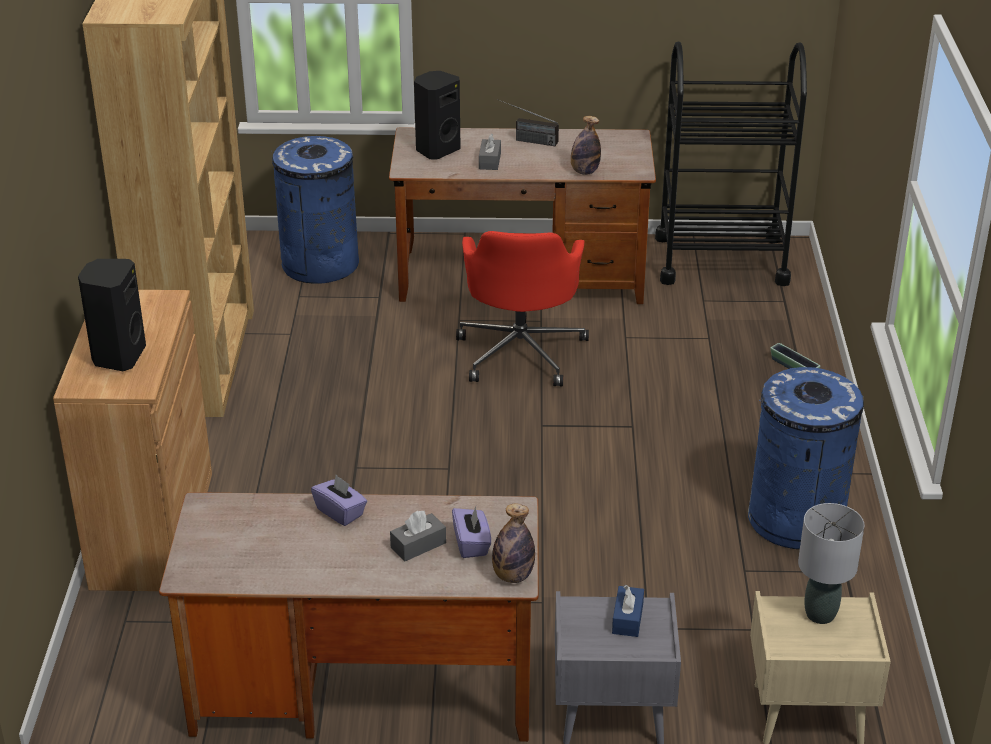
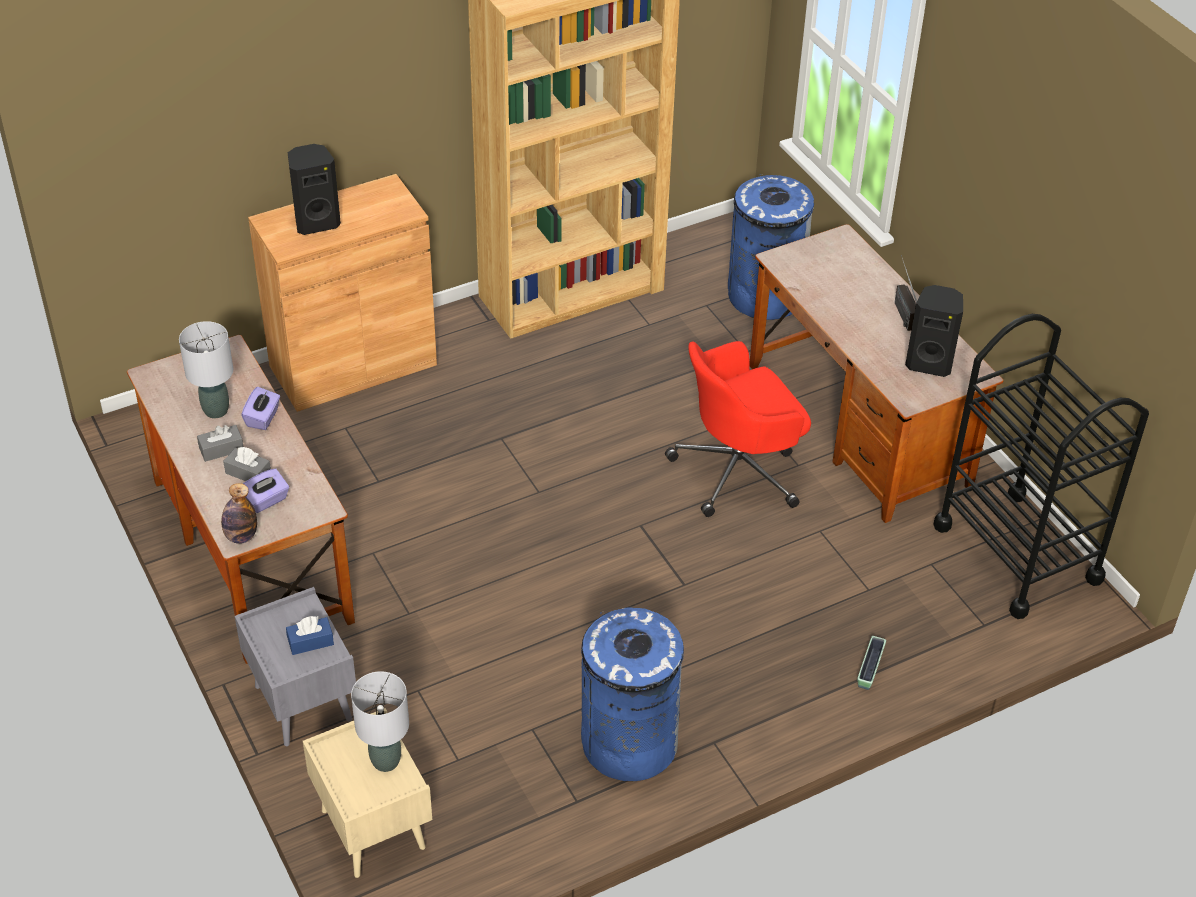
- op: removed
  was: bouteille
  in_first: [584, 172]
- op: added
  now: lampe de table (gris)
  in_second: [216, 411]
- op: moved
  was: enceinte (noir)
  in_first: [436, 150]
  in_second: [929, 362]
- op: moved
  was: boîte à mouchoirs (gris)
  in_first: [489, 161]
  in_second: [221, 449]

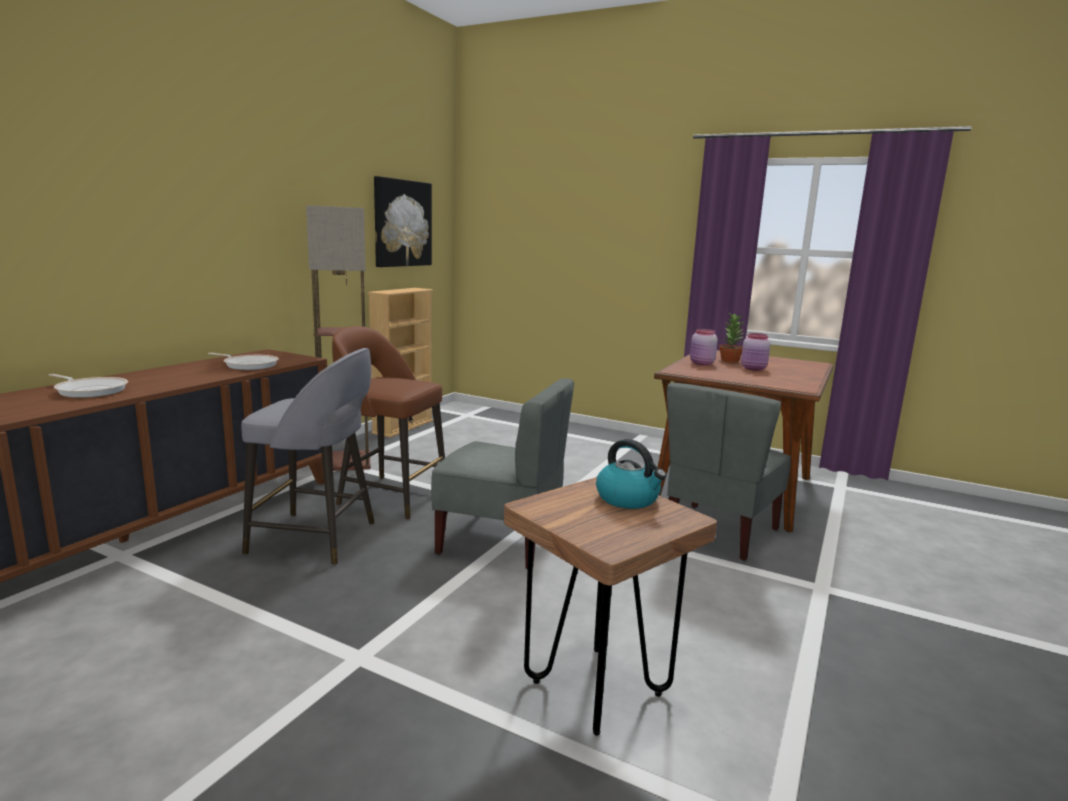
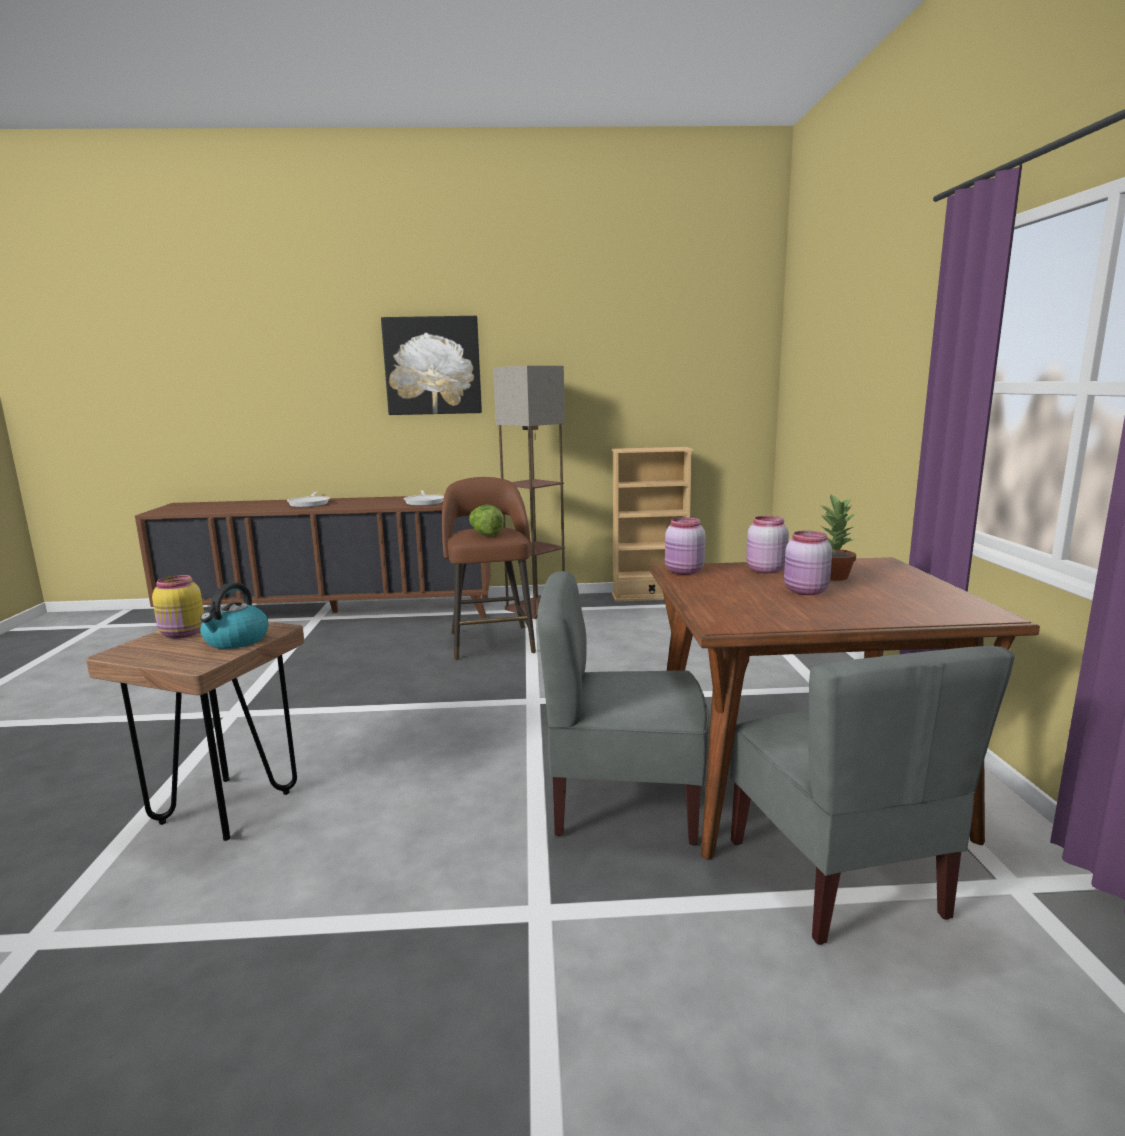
- op: removed
  was: tabouret (gris)
  in_first: [316, 538]
- op: added
  now: bocal (jaune)
  in_second: [183, 634]
- op: added
  now: laitue
  in_second: [485, 535]
- op: added
  now: bocal (rose)
  in_second: [684, 572]
- op: moved
  was: tableau
  in_first: [402, 223]
  in_second: [432, 366]
- op: moved
  was: chaise (gris)
  in_first: [500, 542]
  in_second: [837, 878]

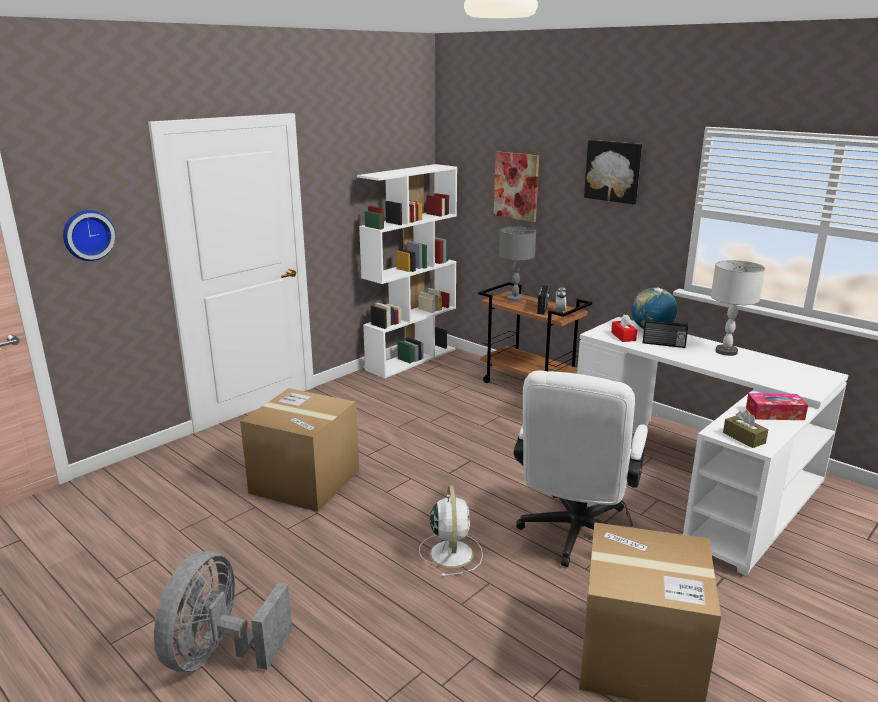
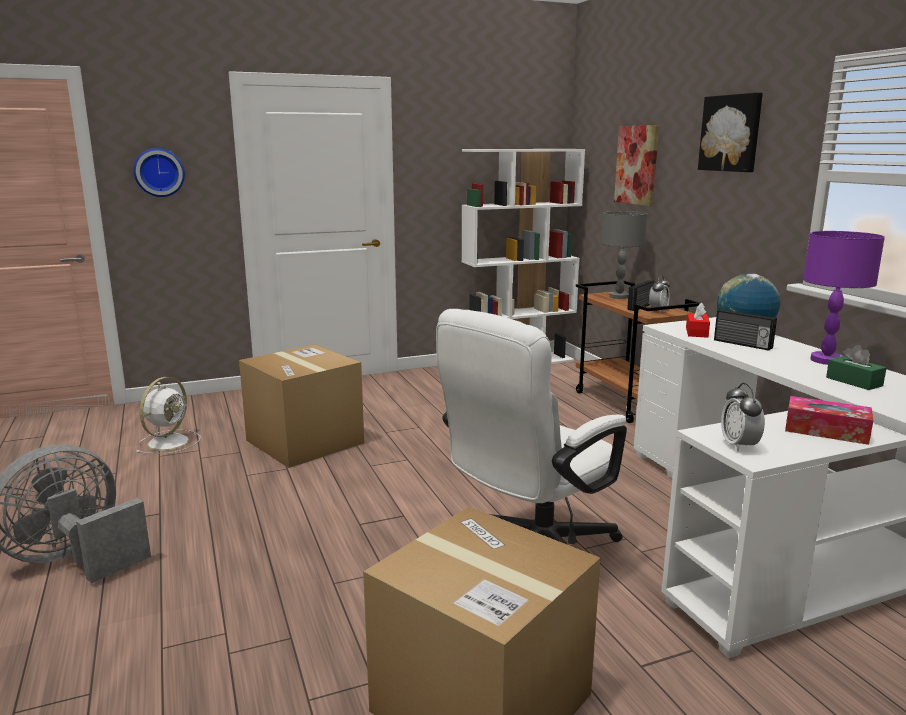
- op: added
  now: boîte à mouchoirs (vert)
  in_second: [854, 382]
- op: moved
  was: ventilateur (blanc)
  in_first: [451, 552]
  in_second: [169, 442]
- op: replaced
  was: boîte à mouchoirs (marron)
  now: réveil
  in_first: [744, 438]
  in_second: [739, 445]
- op: recoloured
  was: lampe de table (gris)
  now: lampe de table (violet)
  in_first: [726, 352]
  in_second: [826, 360]

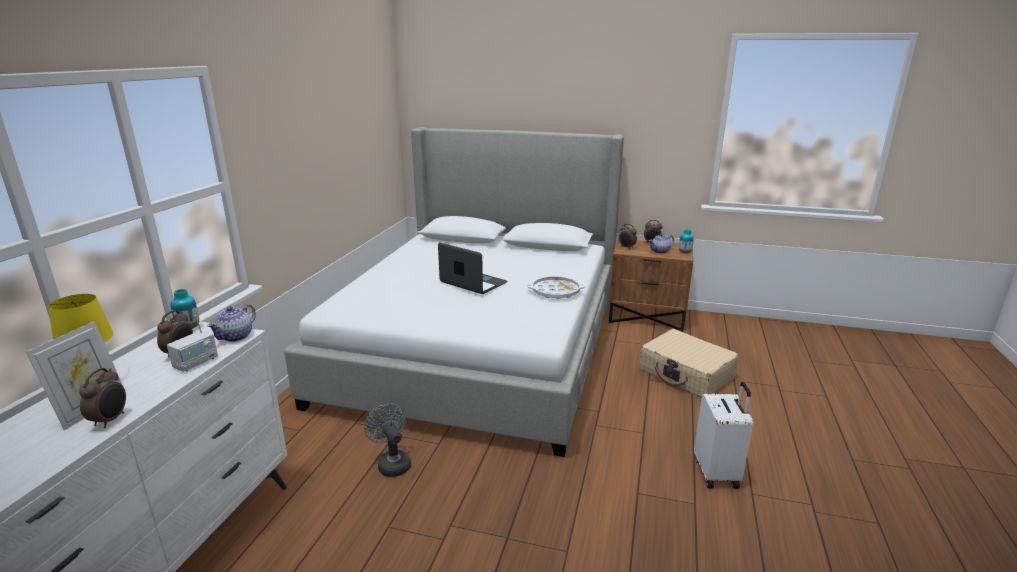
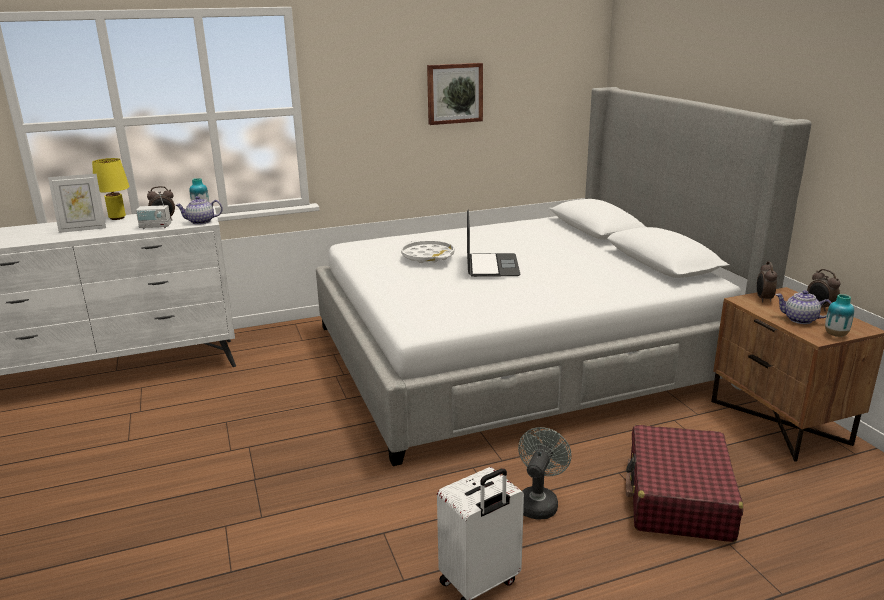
- op: removed
  was: réveil
  in_first: [111, 420]
- op: added
  now: tableau
  in_second: [454, 93]
- op: moved
  was: ventilateur (gris)
  in_first: [392, 463]
  in_second: [538, 502]
- op: moved
  was: plateau (blanc)
  in_first: [555, 292]
  in_second: [428, 256]
- op: recoloured
  was: valise (beige)
  now: valise (rouge)
  in_first: [686, 374]
  in_second: [678, 497]

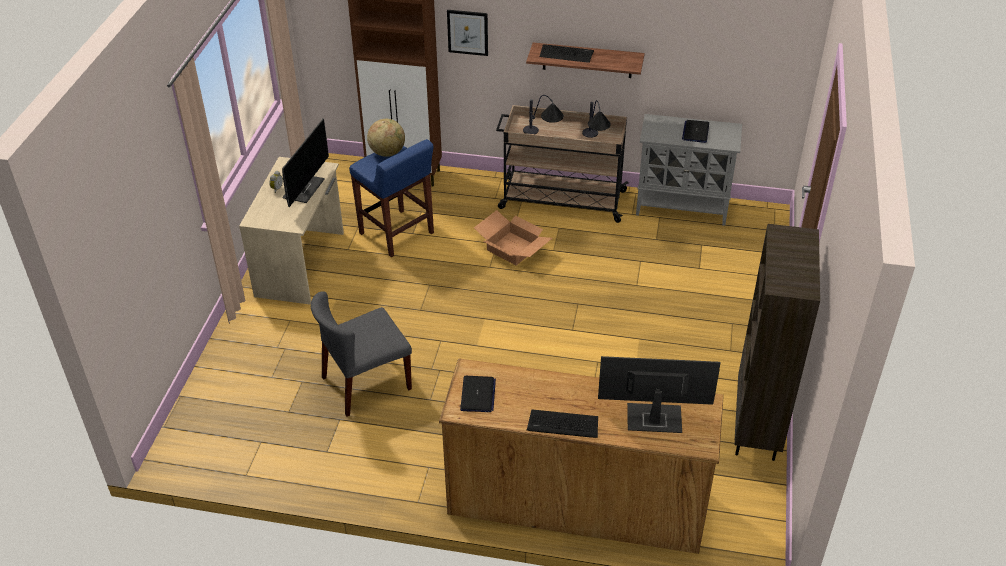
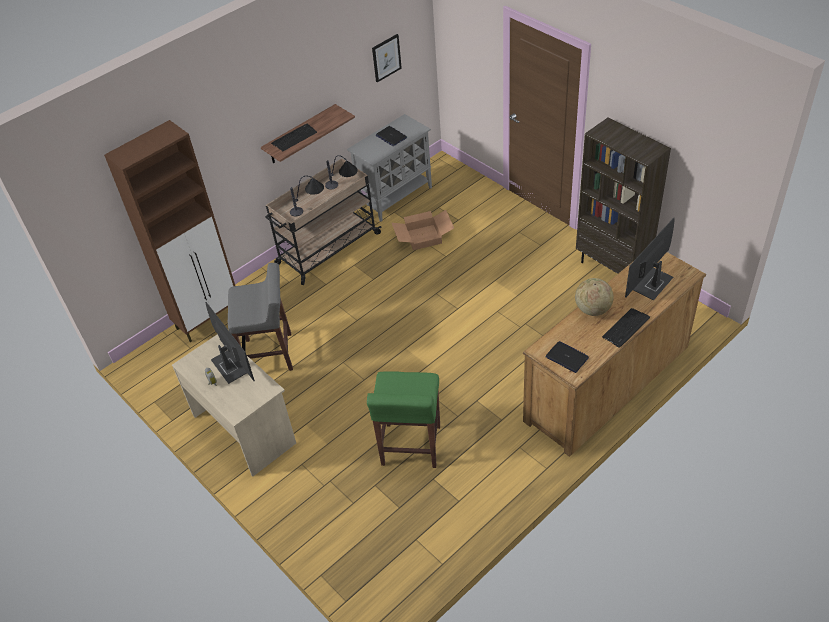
- op: moved
  was: globe
  in_first: [387, 152]
  in_second: [592, 309]
- op: moved
  was: tableau
  in_first: [468, 32]
  in_second: [386, 58]
- op: moved
  was: carton
  in_first: [513, 248]
  in_second: [424, 237]
- op: replaced
  was: chaise (gris)
  now: tabouret (vert)
  in_first: [366, 383]
  in_second: [410, 446]
- op: recoloured
  was: tabouret (bleu)
  now: tabouret (gris)
  in_first: [397, 234]
  in_second: [270, 355]

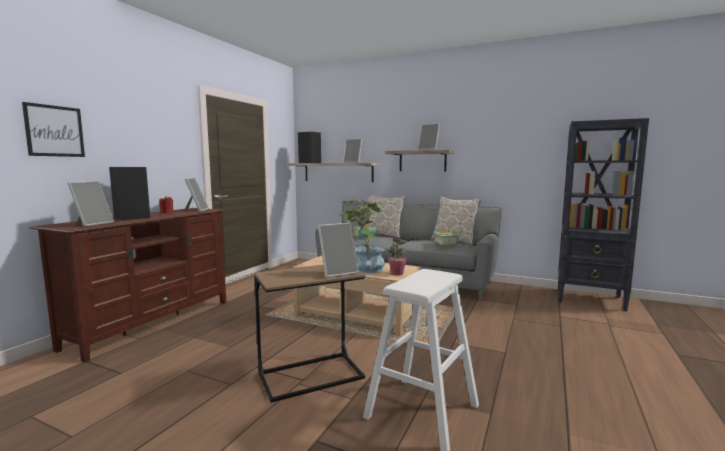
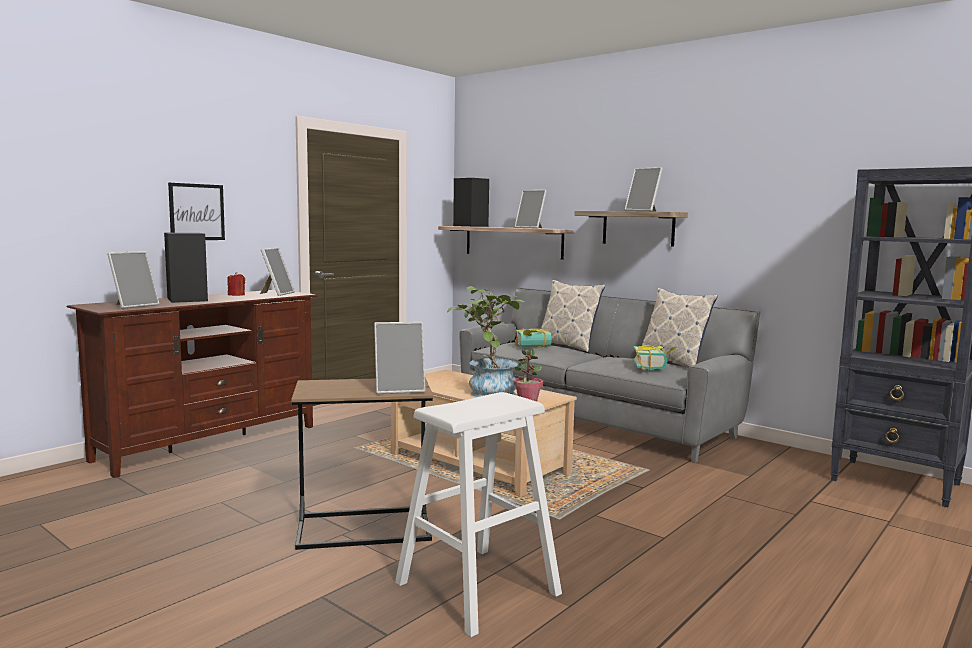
- op: moved
  was: tableau
  in_first: [54, 131]
  in_second: [197, 212]

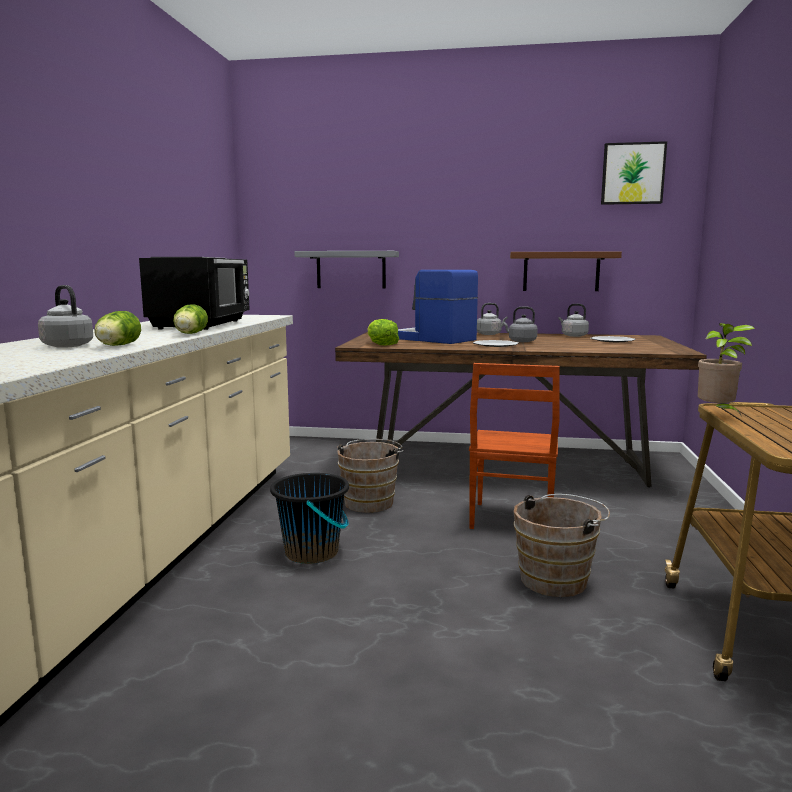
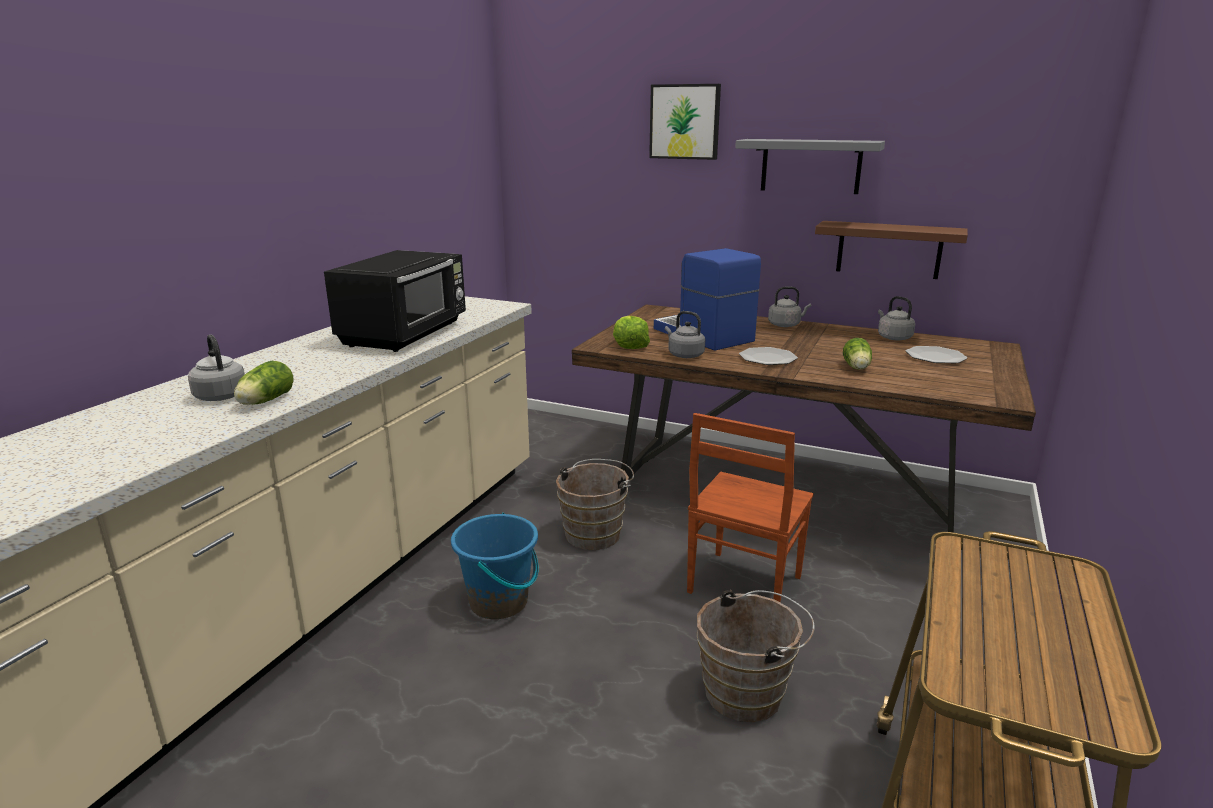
- op: removed
  was: plante en pot
  in_first: [717, 413]
- op: moved
  was: laitue
  in_first: [189, 334]
  in_second: [856, 368]
- op: moved
  was: étagère (gris)
  in_first: [351, 270]
  in_second: [810, 166]
- op: moved
  was: bouilloire (gris)
  in_first: [520, 341]
  in_second: [684, 355]
- op: moved
  was: tableau
  in_first: [632, 174]
  in_second: [685, 122]
- op: recoloured
  was: seau (noir)
  now: seau (bleu)
  in_first: [312, 552]
  in_second: [499, 602]

